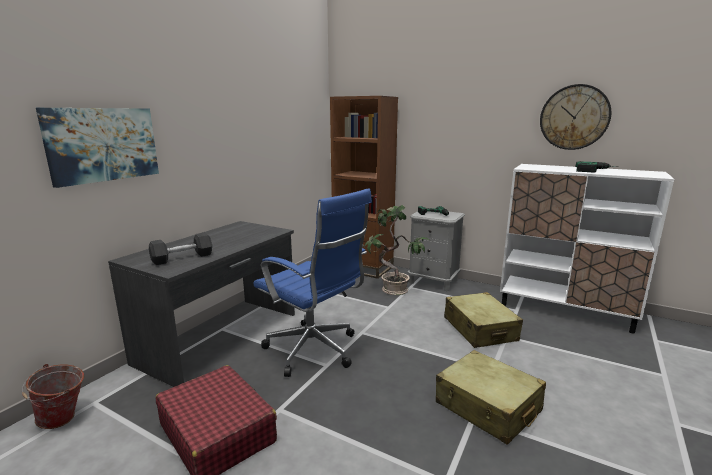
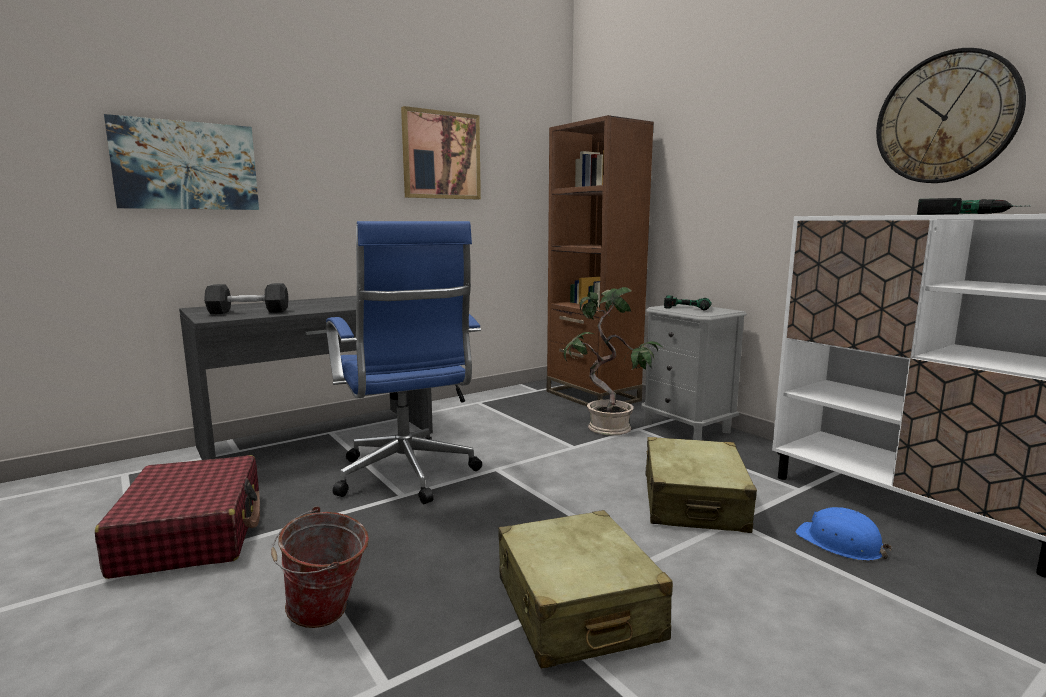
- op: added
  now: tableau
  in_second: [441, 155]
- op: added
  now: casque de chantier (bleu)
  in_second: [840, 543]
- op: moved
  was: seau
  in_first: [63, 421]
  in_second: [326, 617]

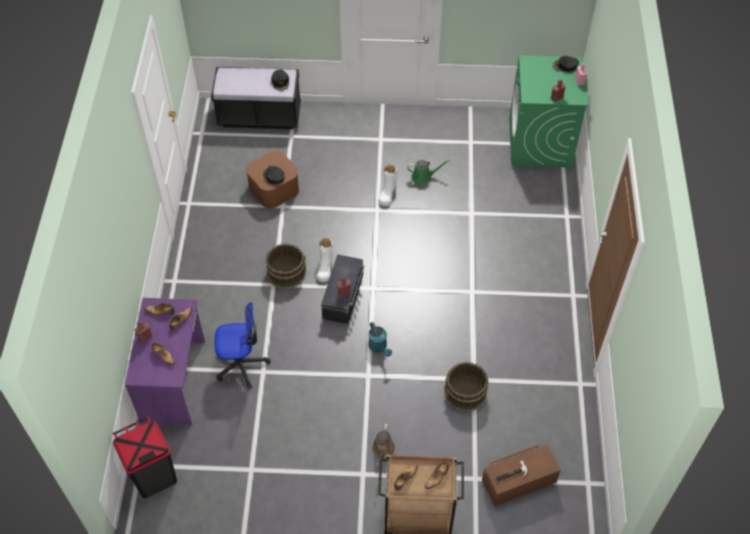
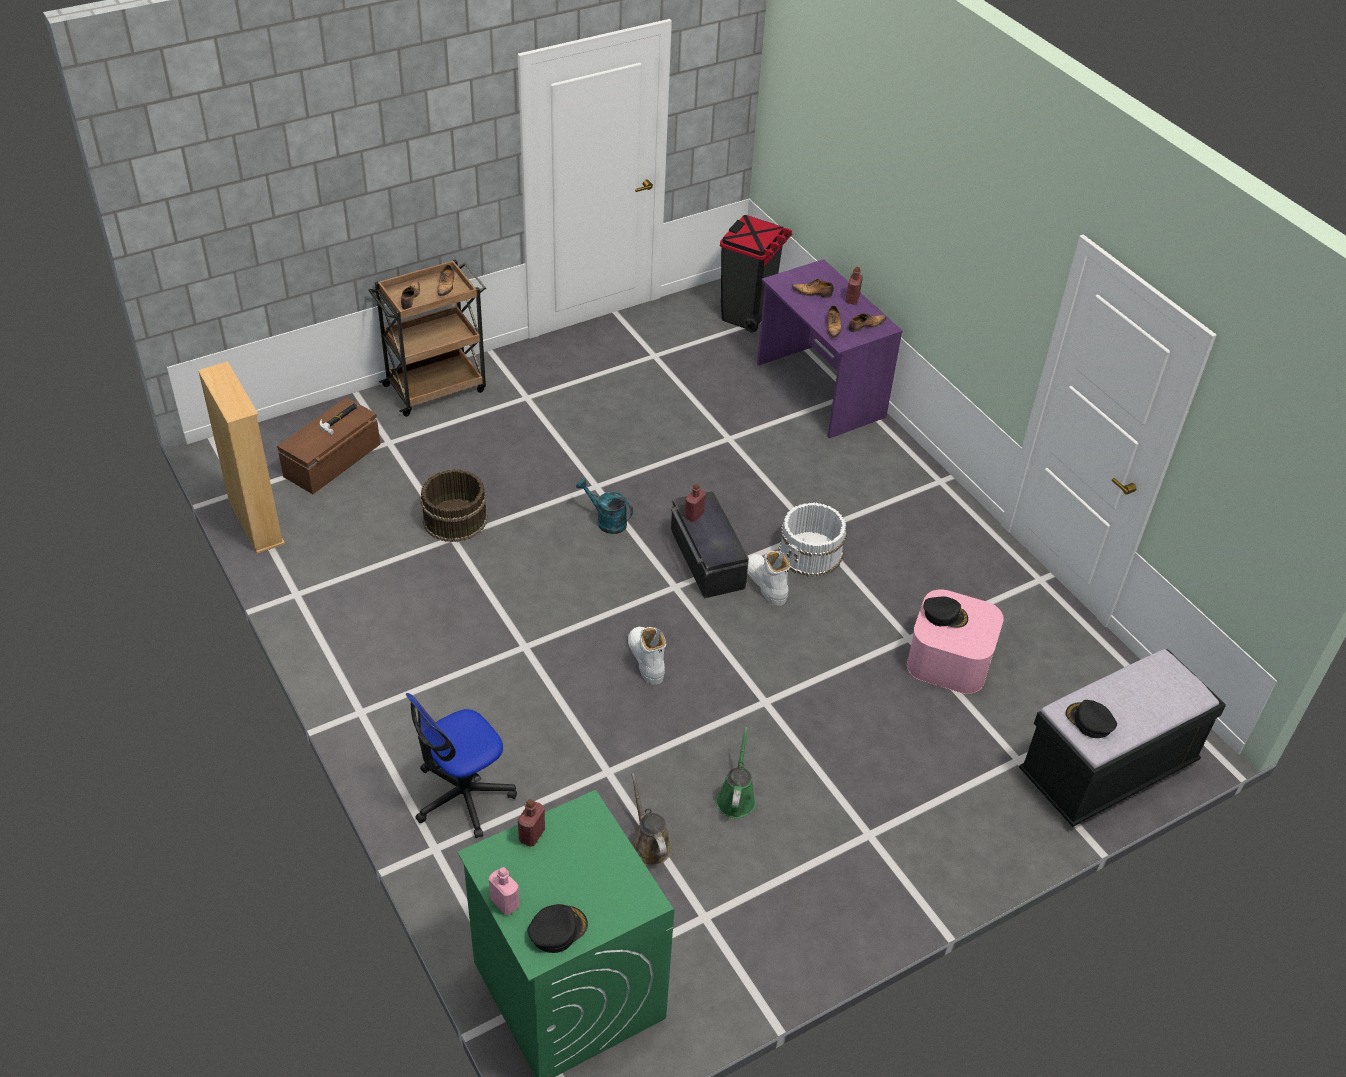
- op: added
  now: bibliothèque (beige)
  in_second: [256, 522]
- op: moved
  was: chaise de bureau
  in_first: [241, 364]
  in_second: [463, 796]
- op: moved
  was: arrosoir (marron)
  in_first: [383, 450]
  in_second: [649, 844]
- op: moved
  was: botte (blanc)
  in_first: [387, 193]
  in_second: [646, 659]
- op: recoloured
  was: boîte de rangement (marron)
  now: boîte de rangement (rose)
  in_first: [274, 188]
  in_second: [949, 658]
- op: recoloured
  was: seau (marron)
  now: seau (blanc)
  in_first: [286, 272]
  in_second: [811, 553]
- op: turned
  was: arrosoir (vert)
  in_first: [423, 177]
  in_second: [736, 797]
  clockwise: 135

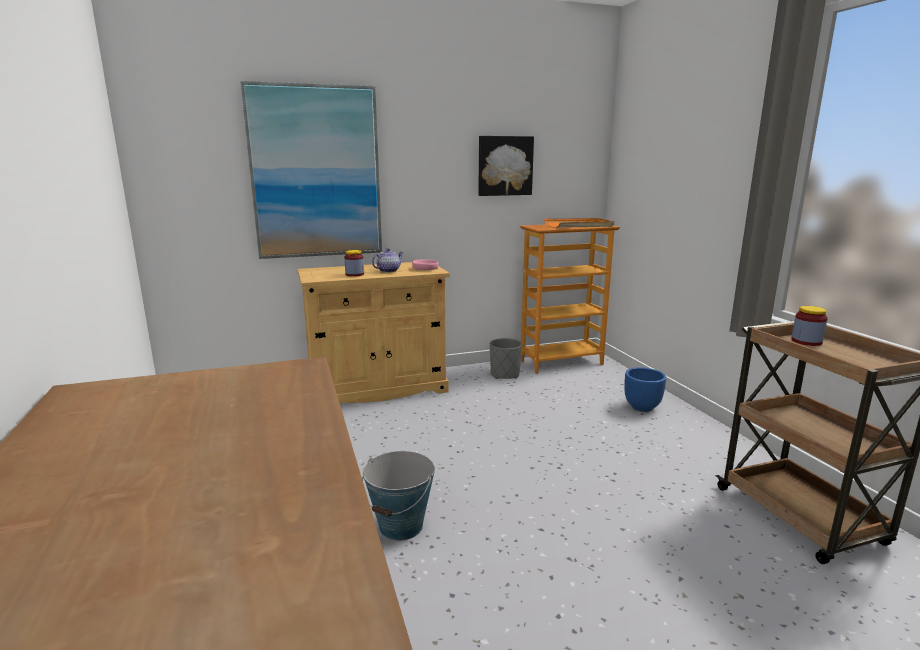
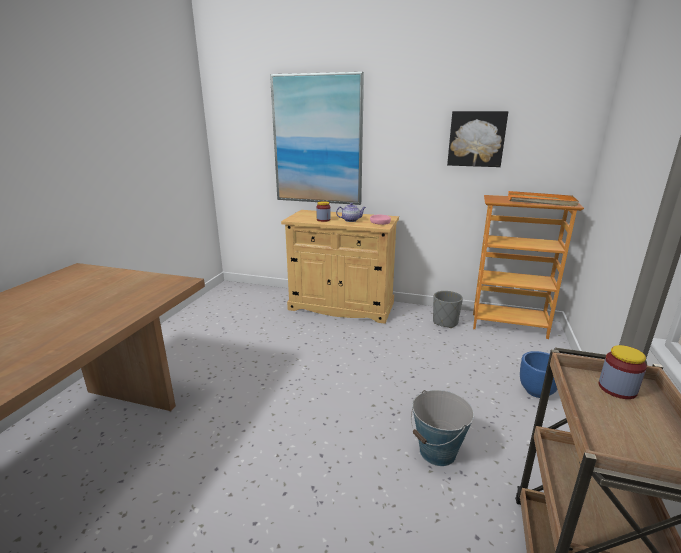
- op: moved
  was: seau
  in_first: [401, 526]
  in_second: [437, 452]

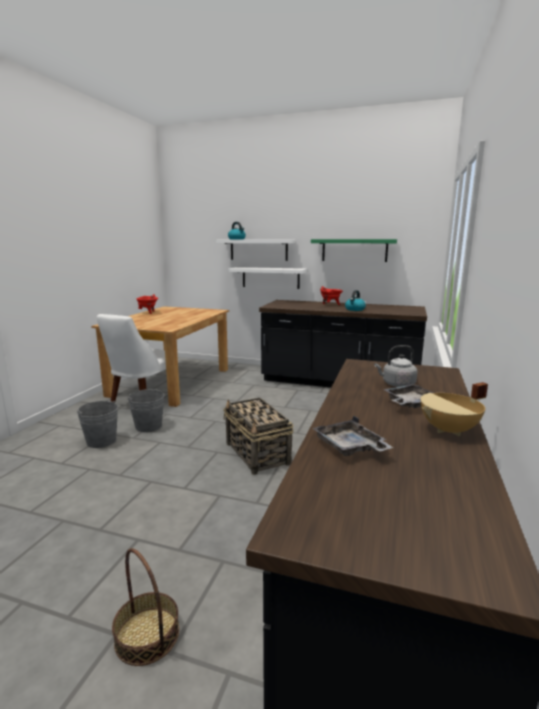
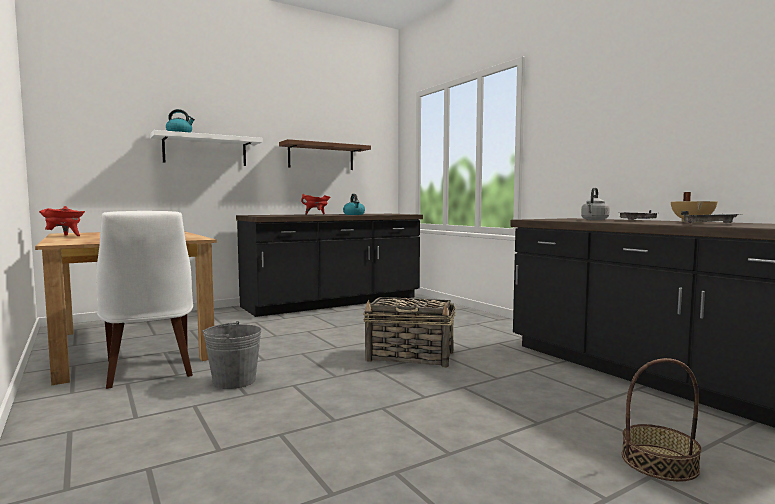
- op: removed
  was: seau (gris)
  in_first: [101, 441]
- op: removed
  was: étagère (blanc)
  in_first: [270, 277]
- op: recoloured
  was: étagère (vert)
  now: étagère (marron)
  in_first: [354, 250]
  in_second: [321, 156]

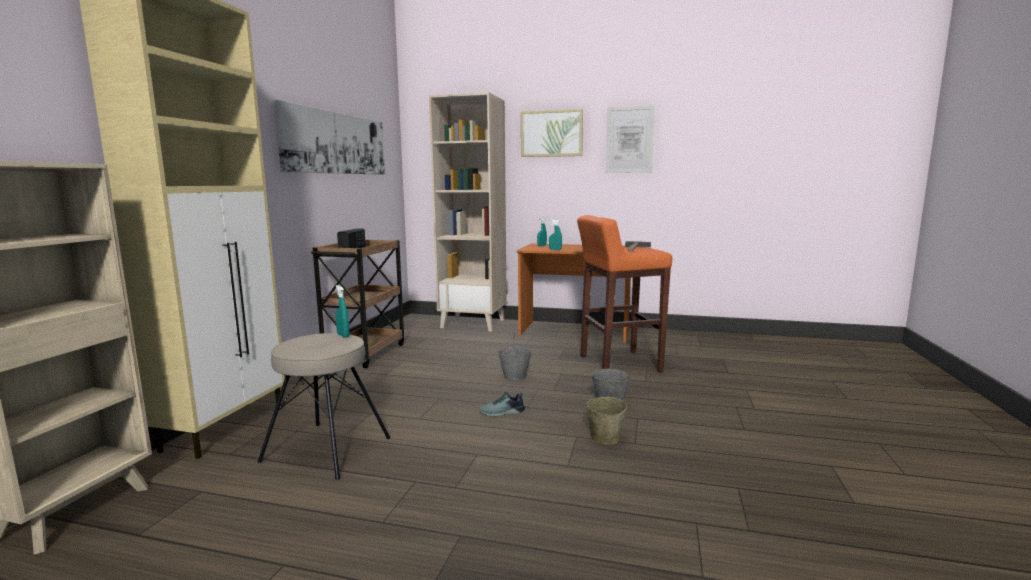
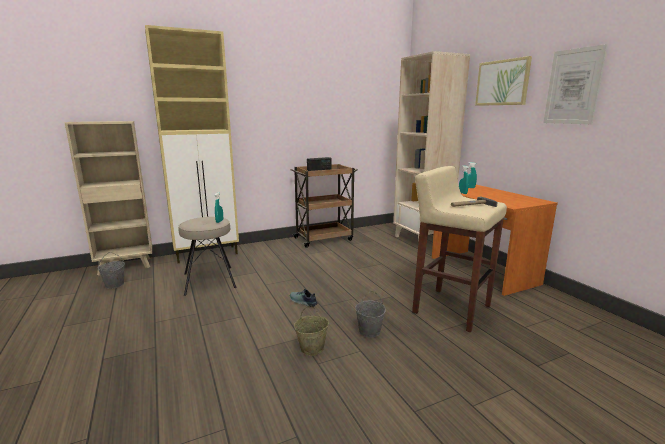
- op: removed
  was: tableau
  in_first: [336, 143]
- op: moved
  was: seau (gris)
  in_first: [515, 377]
  in_second: [114, 285]
- op: recoloured
  was: tabouret (orange)
  now: tabouret (beige)
  in_first: [618, 364]
  in_second: [450, 308]

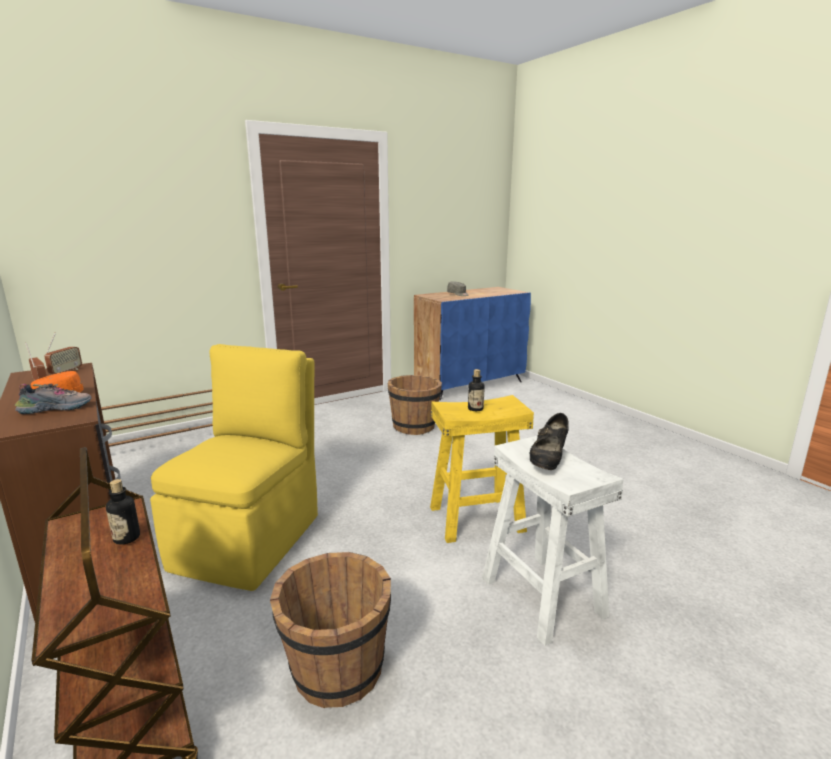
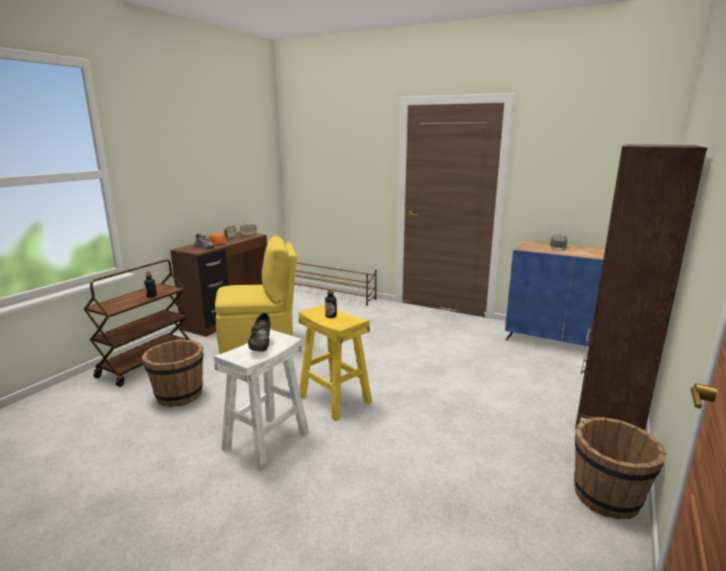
- op: added
  now: bibliothèque (marron)
  in_second: [608, 415]
- op: moved
  was: seau (marron)
  in_first: [414, 426]
  in_second: [607, 497]
- op: turned
  was: chaussure (noir)
  in_first: [548, 460]
  in_second: [261, 346]
  clockwise: -90

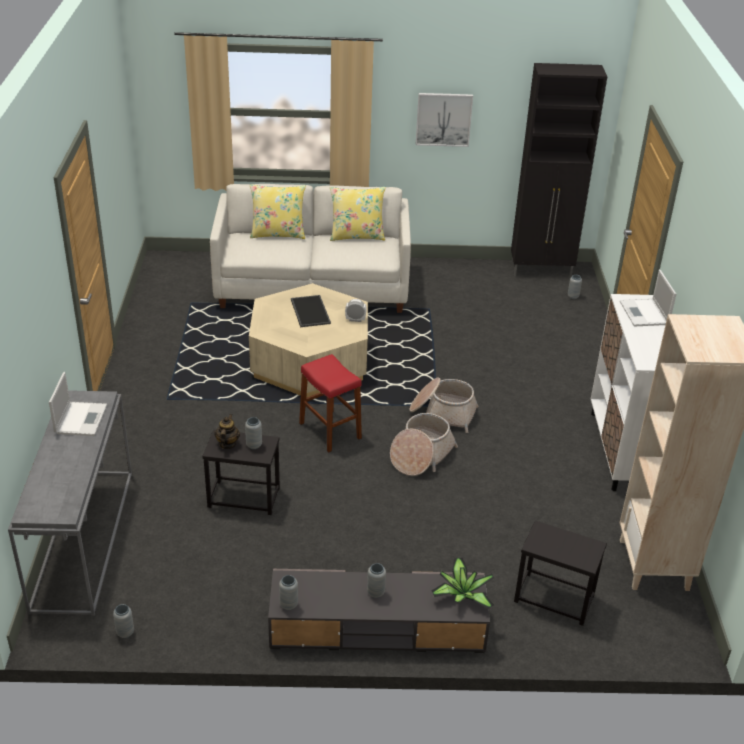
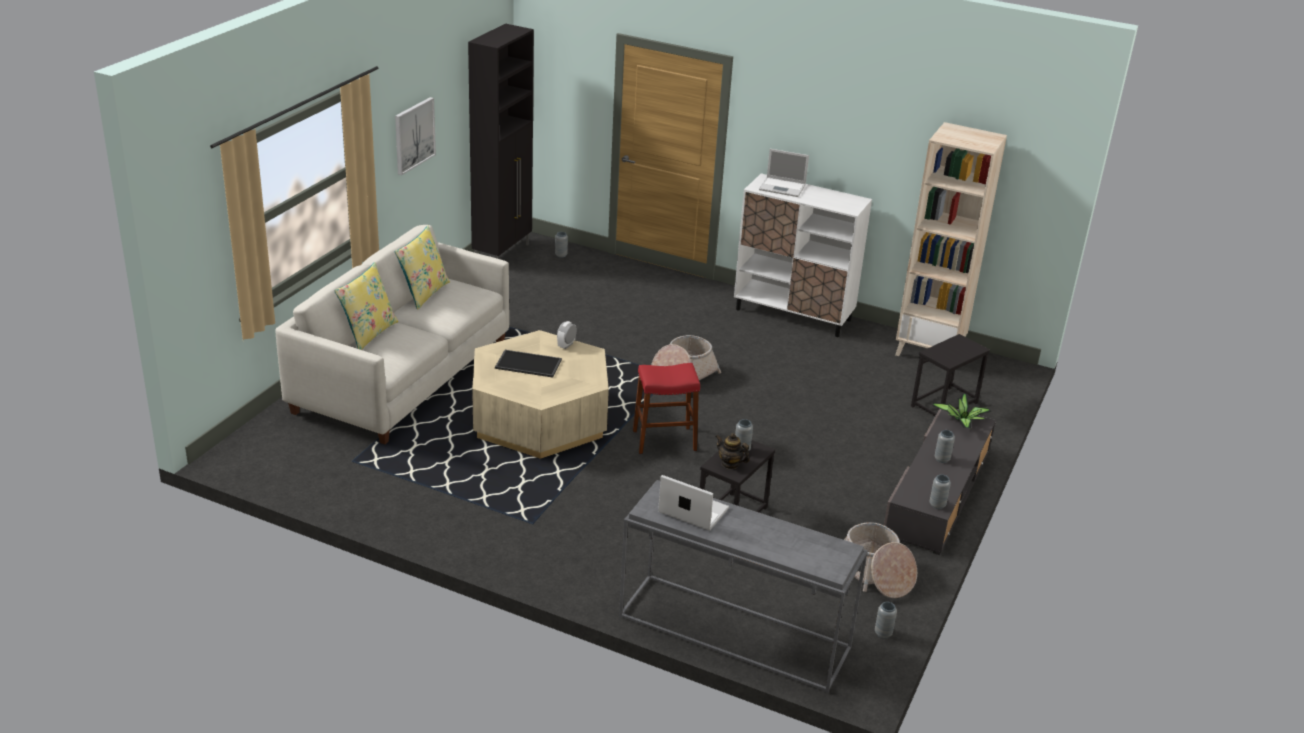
- op: moved
  was: panier
  in_first: [421, 455]
  in_second: [874, 573]

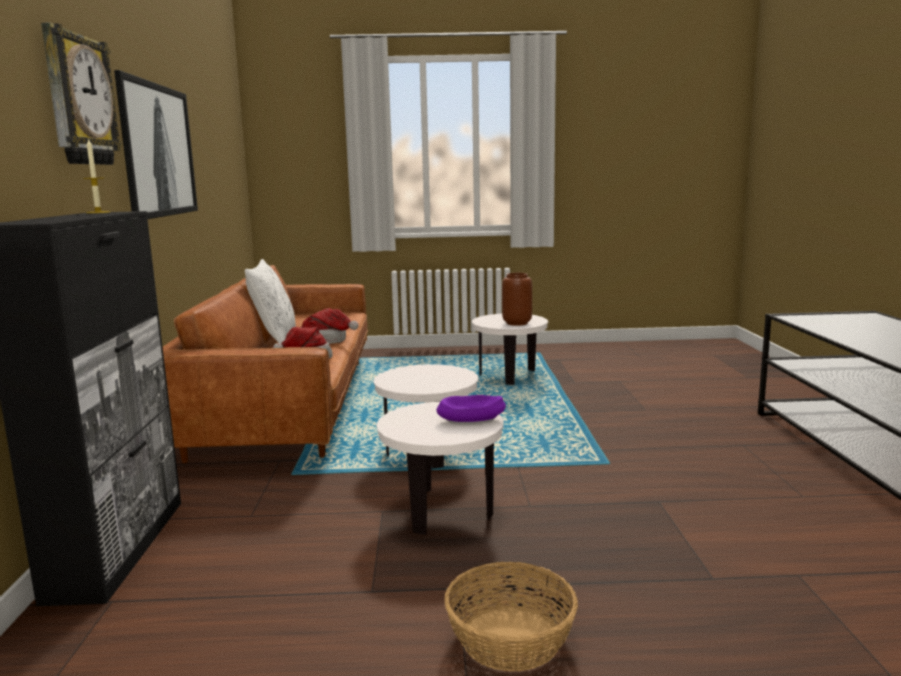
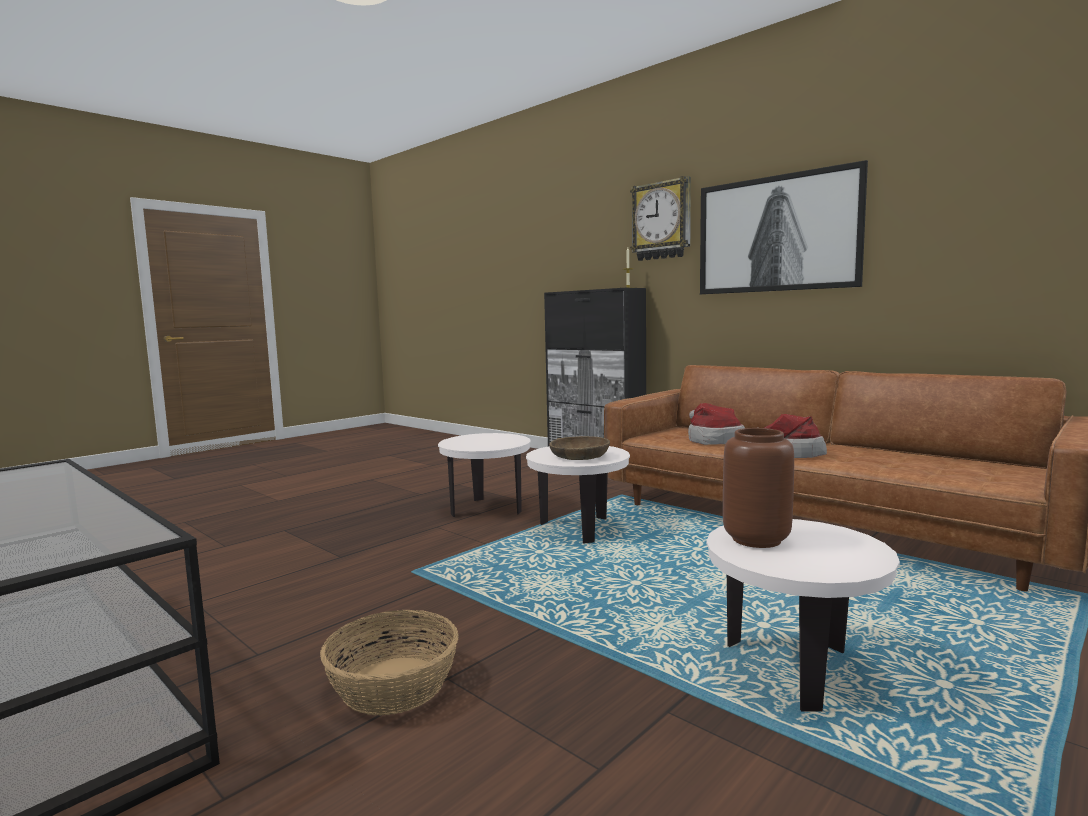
- op: removed
  was: coussin (blanc)
  in_first: [274, 338]
- op: removed
  was: bol (violet)
  in_first: [471, 420]
- op: added
  now: bol (marron)
  in_second: [579, 456]
- op: moved
  was: panier
  in_first: [510, 638]
  in_second: [394, 685]

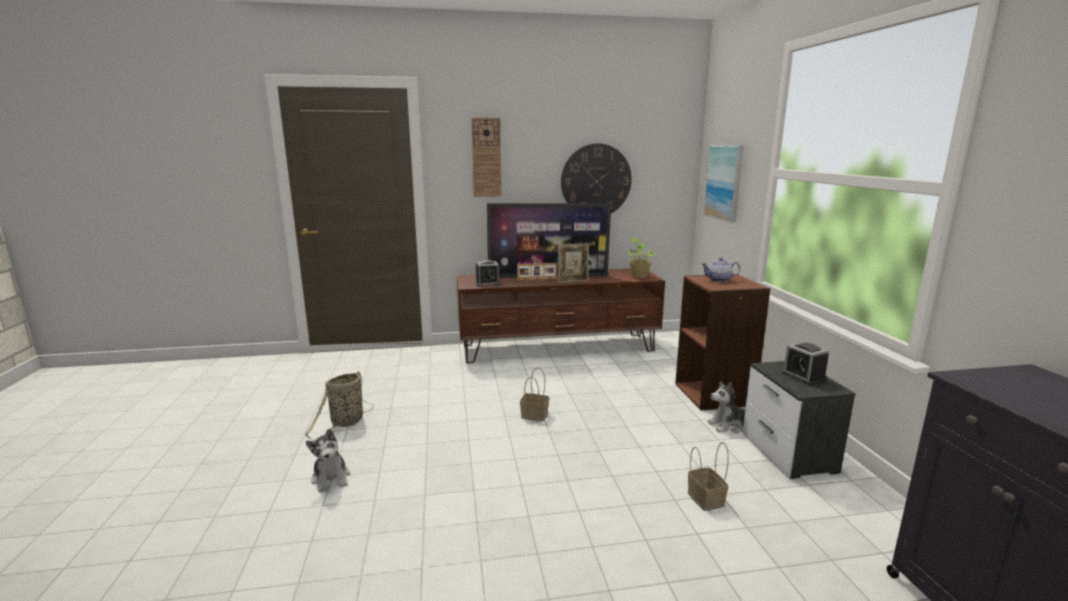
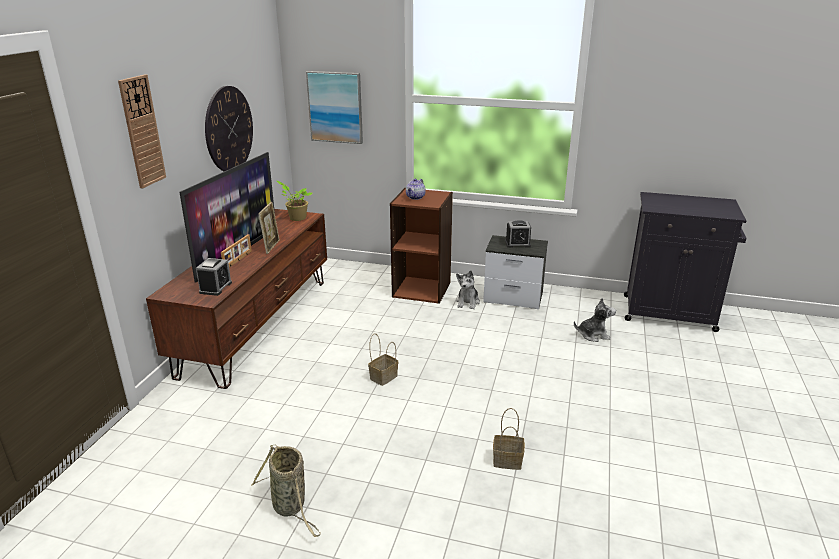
- op: moved
  was: peluche
  in_first: [331, 478]
  in_second: [593, 335]
- op: moved
  was: panier
  in_first: [704, 498]
  in_second: [506, 461]

